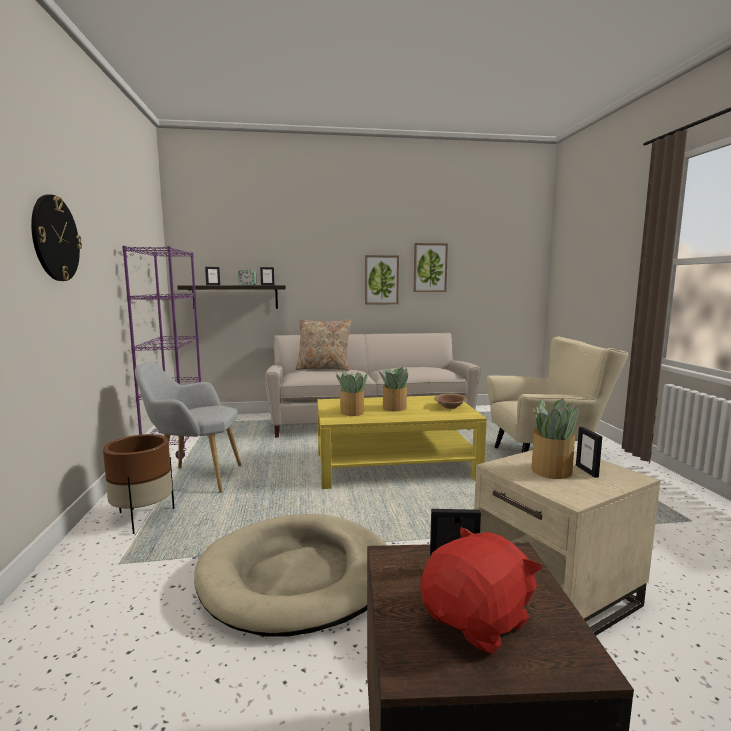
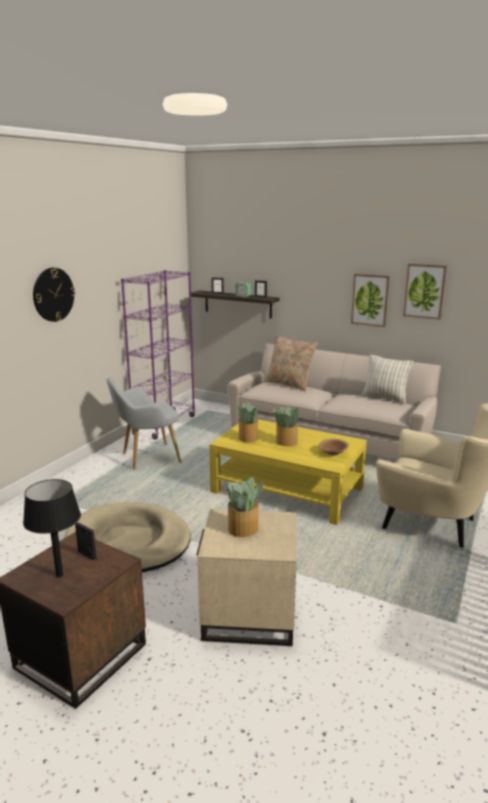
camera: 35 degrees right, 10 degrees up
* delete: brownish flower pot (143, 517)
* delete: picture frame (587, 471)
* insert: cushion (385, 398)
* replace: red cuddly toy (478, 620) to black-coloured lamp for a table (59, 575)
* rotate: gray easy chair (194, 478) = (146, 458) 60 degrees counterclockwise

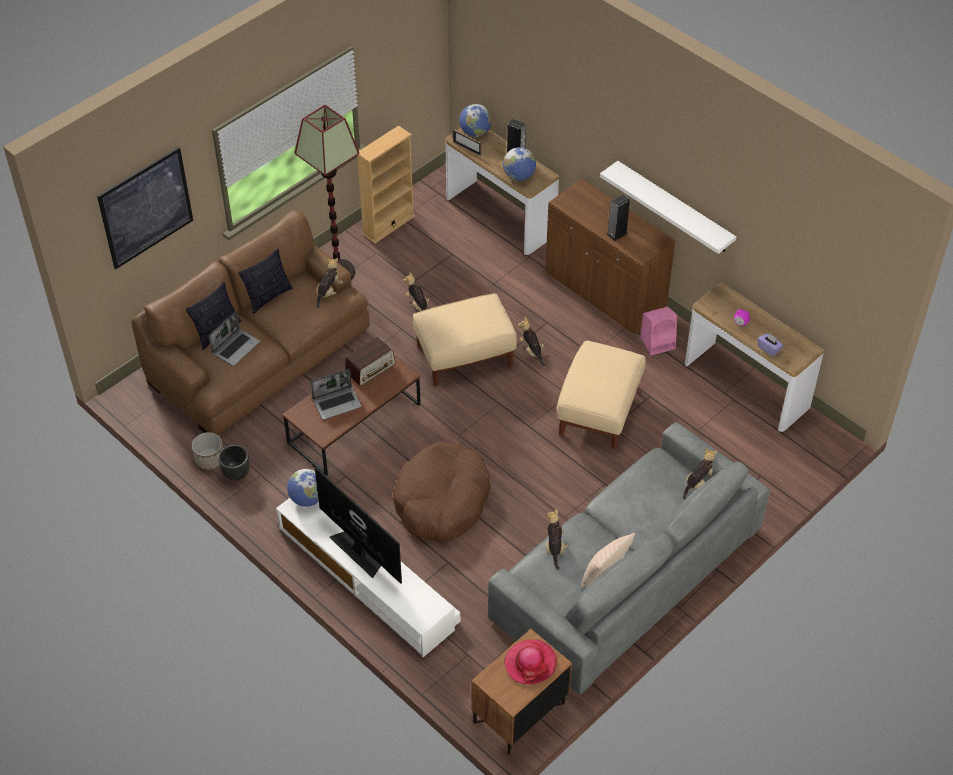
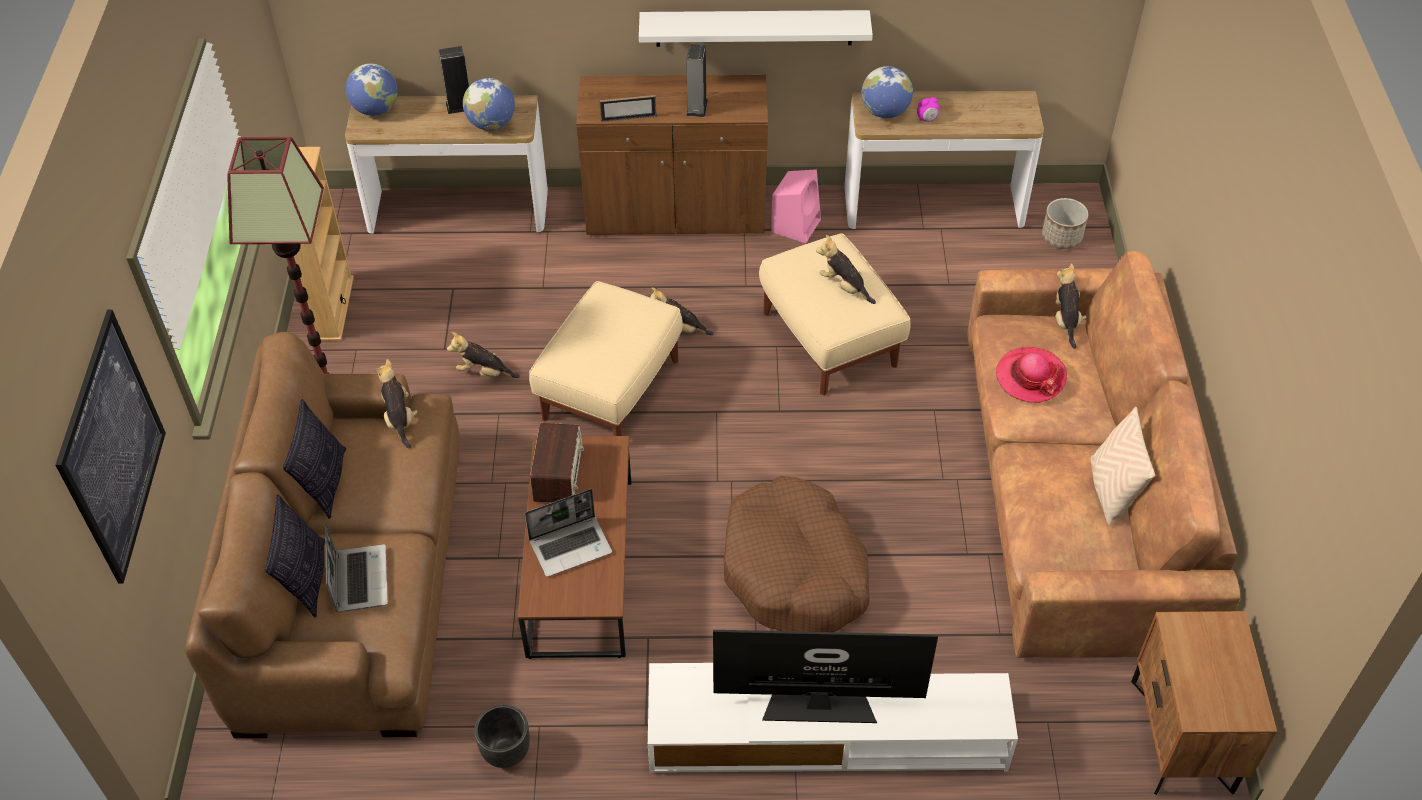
camera: 45 degrees left, 0 degrees up
* delete: purplish tissue box (769, 349)
* move: flower pot (210, 460) to (1062, 237)
* move: world globe (307, 498) to (885, 112)
* move: picture frame (467, 148) to (628, 118)
* move: clothing hat (530, 663) to (1030, 377)
* move: cuddly toy (554, 547) to (844, 287)
* recolor: gray settee (625, 573) to brownish settee (1076, 485)
* rotate: portable computer (337, 403) = (571, 546) 45 degrees clockwise

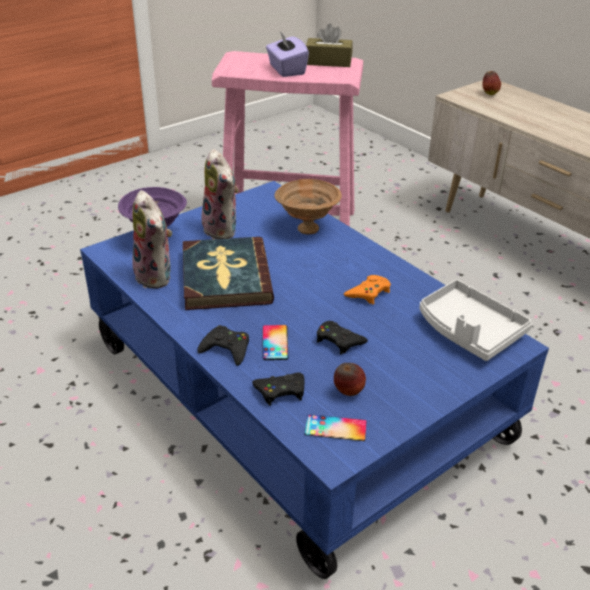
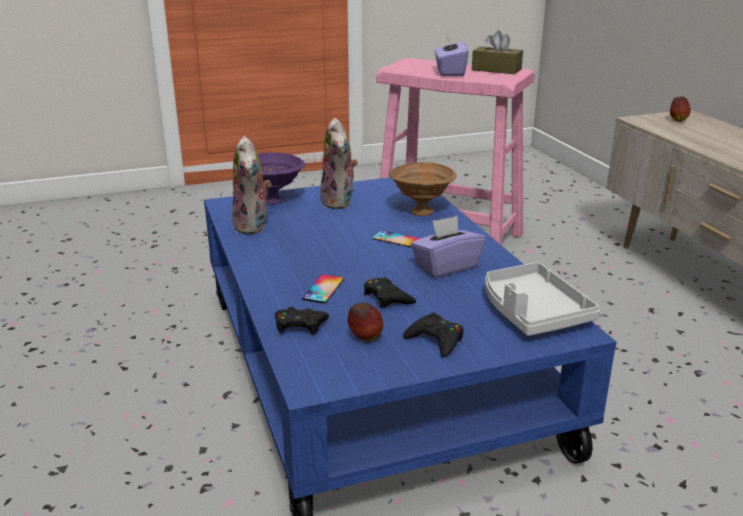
camera: 20 degrees right, 10 degrees down
* delete: book (225, 277)
* move: black-coloured game controller (226, 349) to (436, 340)
* move: phone (335, 428) to (397, 239)
* replace: orange-coloured game controller (368, 293) to purplish tissue box (446, 267)

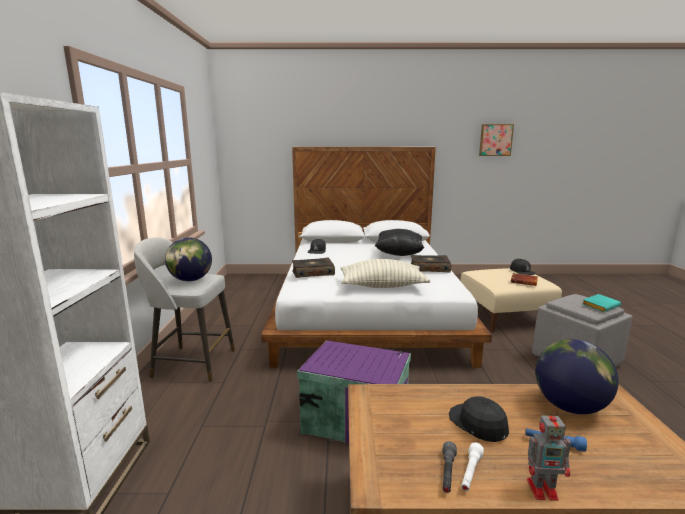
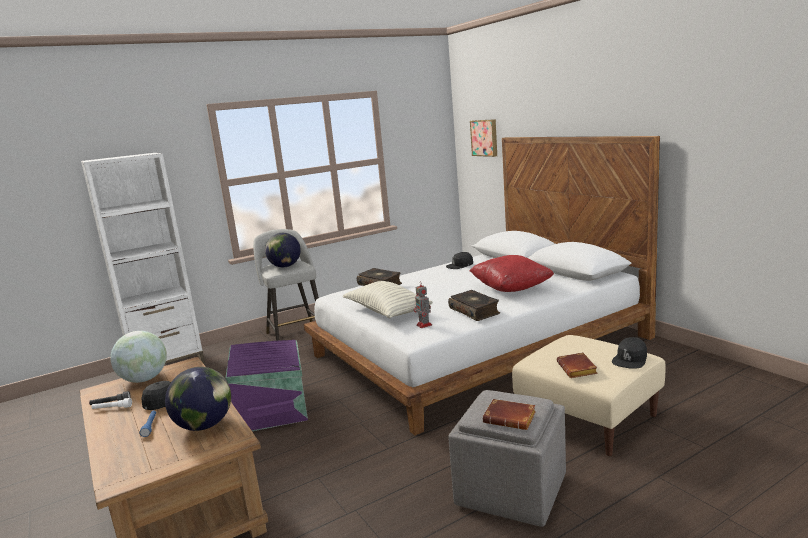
camera: 60 degrees right, 0 degrees up
* insert: world globe (144, 379)
* move: picture (495, 140) to (485, 138)
* move: model robot (543, 489) to (424, 325)
* recolor: black-coloured cushion (399, 254) to red cushion (511, 288)
* recolor: blue-green book (600, 305) to brownish book (511, 418)

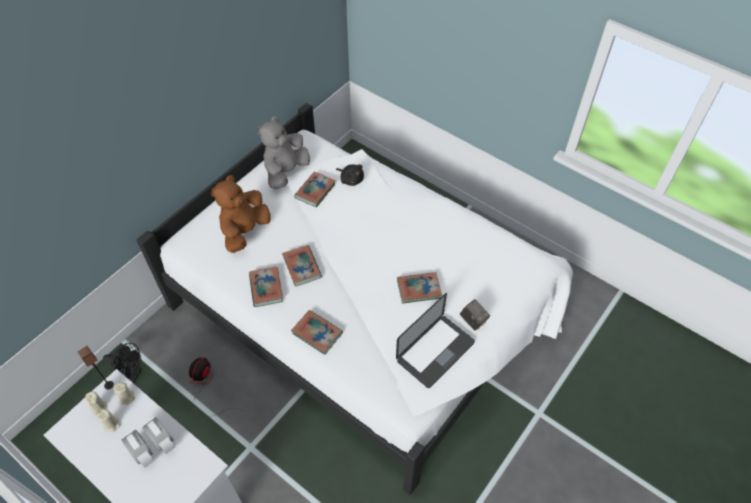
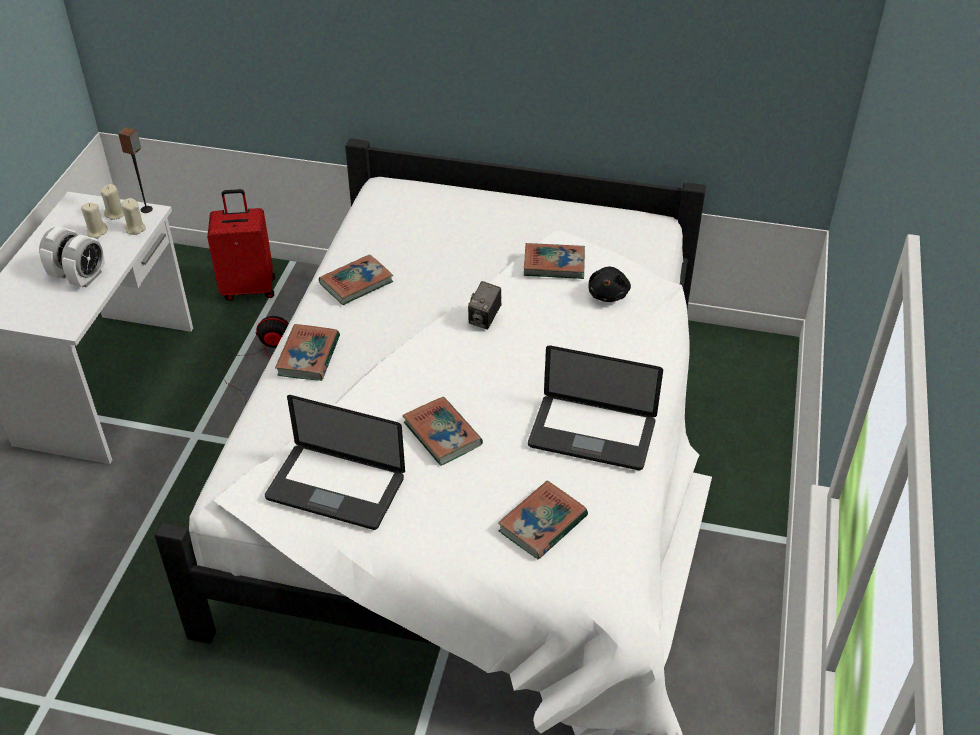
camera: 65 degrees right, 10 degrees down
* delete: brownish cuddly toy (245, 231)
* delete: gray cuddly toy (286, 172)
* insert: portable computer (592, 434)
* move: book (302, 267) to (542, 524)
* move: photo camera (473, 321) to (485, 319)
* replace: black-coloured cooling fan (131, 375) to red piece of luggage (249, 288)

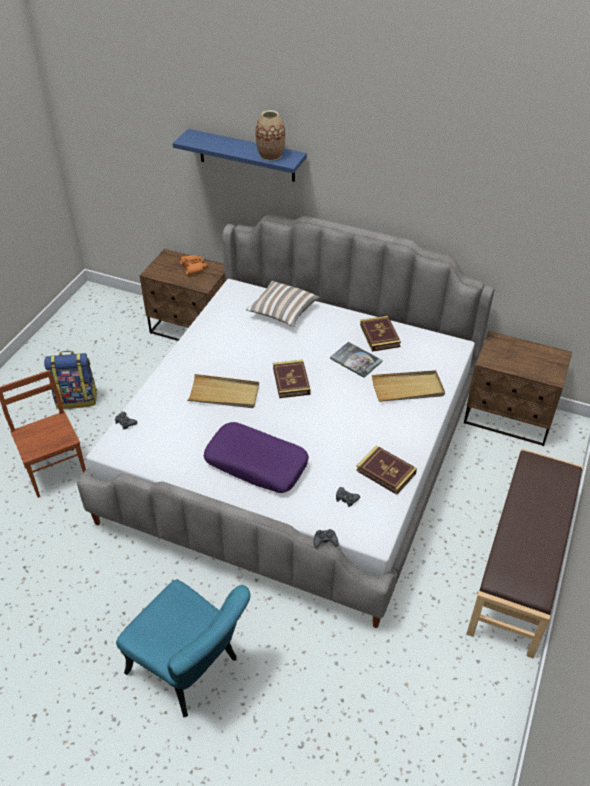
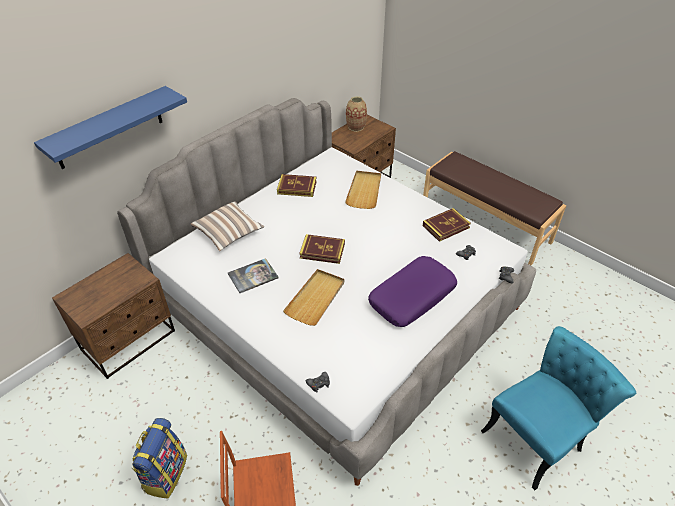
camera: 70 degrees left, 0 degrees up
* delete: orange-coloured binoculars (193, 267)
* move: decorative vase (270, 155) to (356, 127)
* move: book (356, 360) to (253, 276)

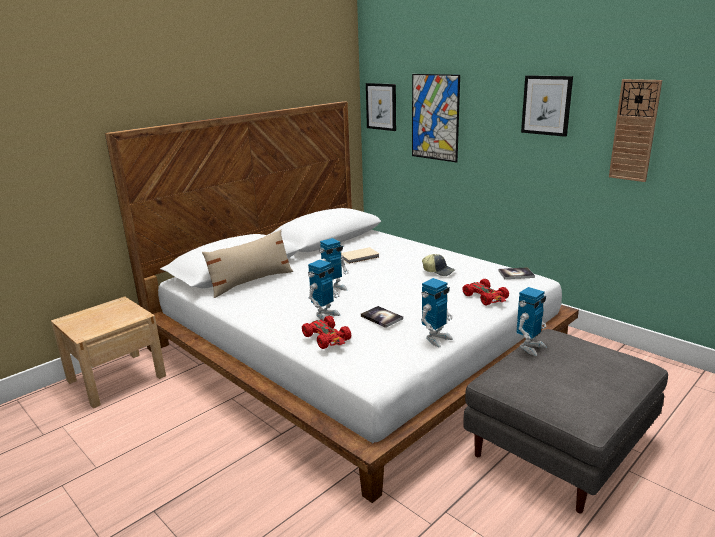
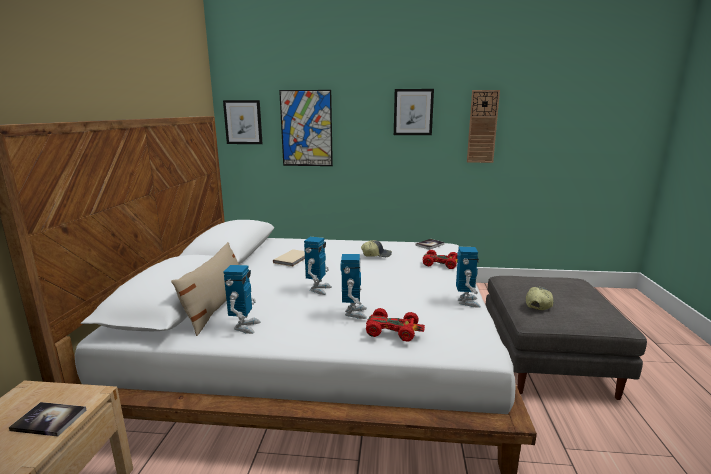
camera: 40 degrees left, 5 degrees down
* insert: cap (538, 304)
* move: book (381, 317) to (49, 420)
* move: model robot (530, 347) to (244, 327)

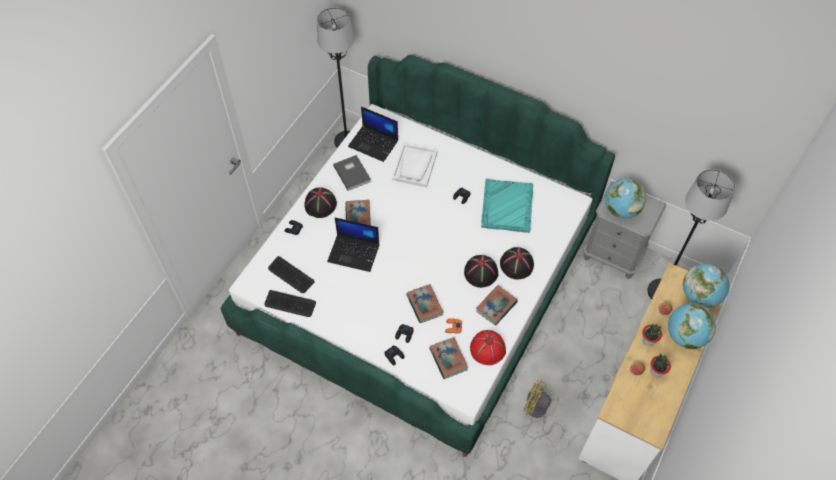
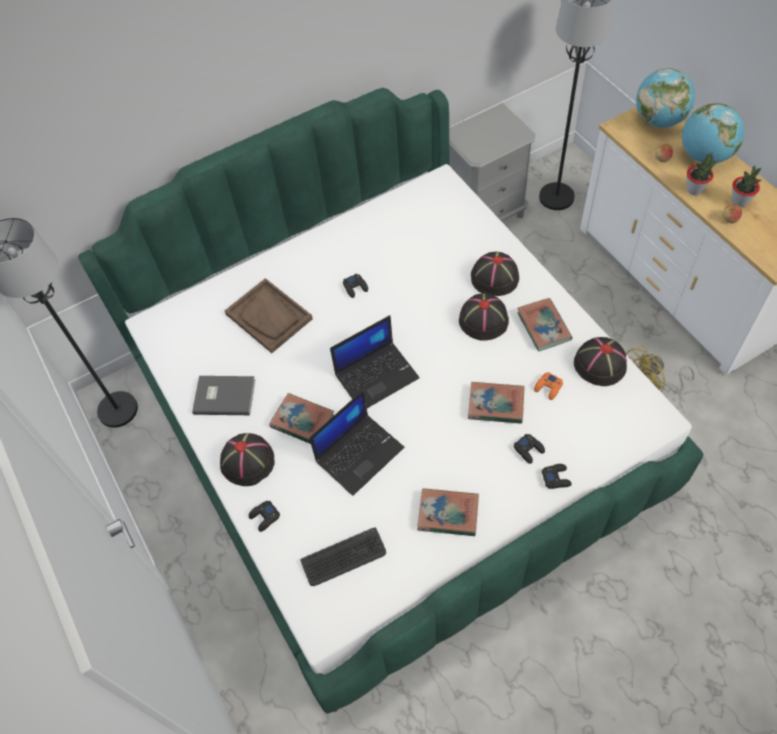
camera: 55 degrees left, 0 degrees up
* delete: keyboard (290, 304)
* delete: blue-green tray (507, 207)
* delete: world globe (620, 210)
* move: portable computer (374, 143) to (377, 375)
* move: book (448, 359) to (448, 514)
* recolor: white tray (415, 166) to brownish tray (269, 316)
* recolor: red clothing hat (487, 348) to black-coloured clothing hat (599, 364)

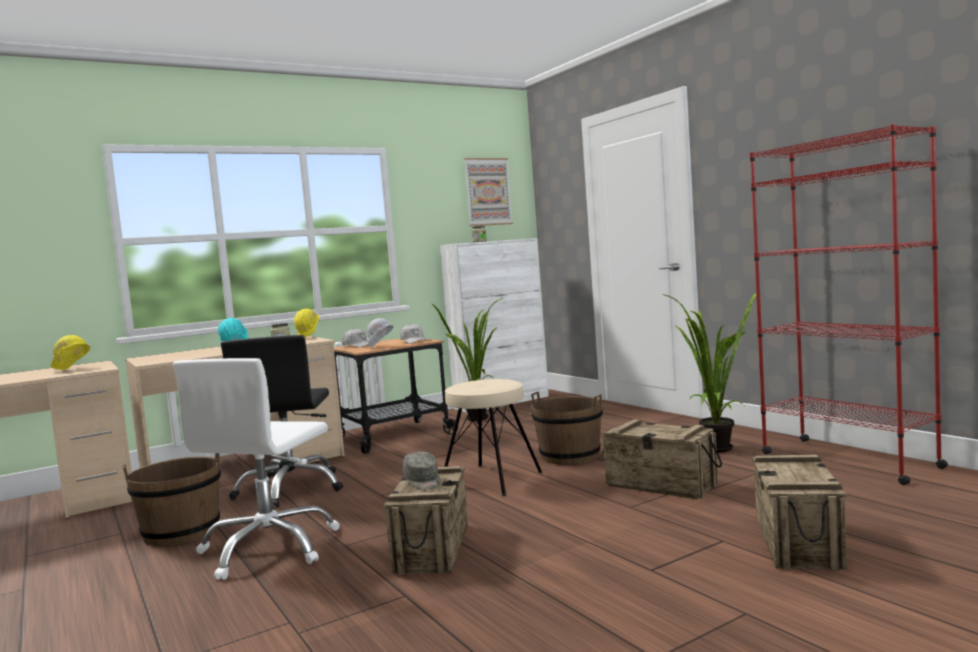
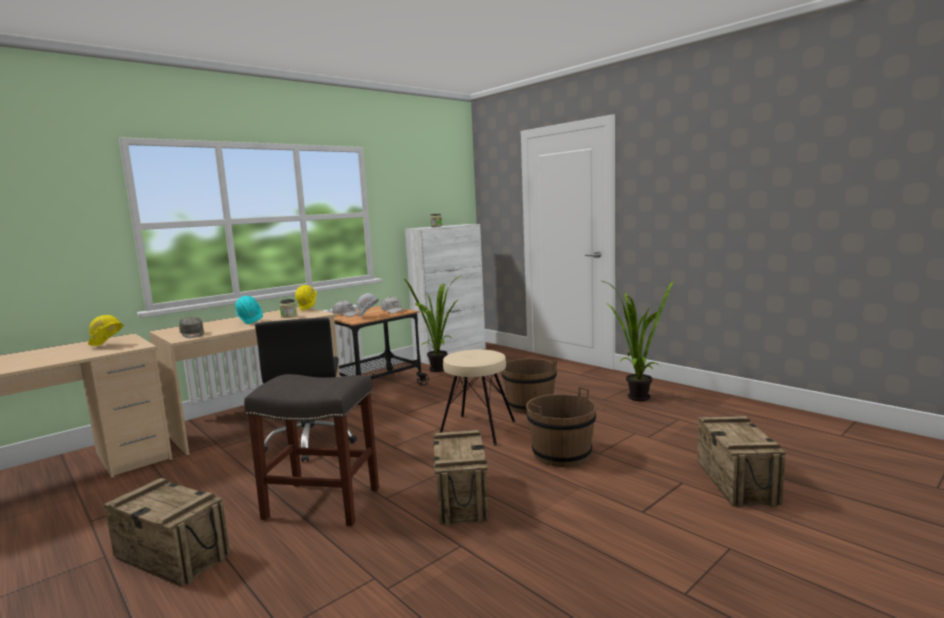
camera: 10 degrees left, 5 degrees up
* delete: picture (487, 192)
* delete: red shelving unit (847, 460)
* move: brownish water bucket (181, 532) to (562, 454)
* move: gray cap (423, 482) to (192, 334)
* move: shipping crate (661, 485) to (172, 556)
* replace: white computer chair (269, 548) to gray stool seat (320, 503)

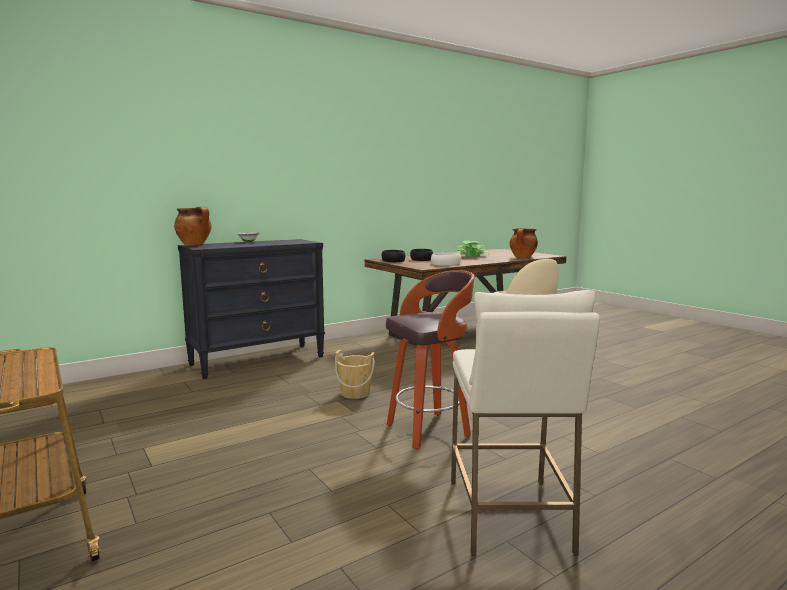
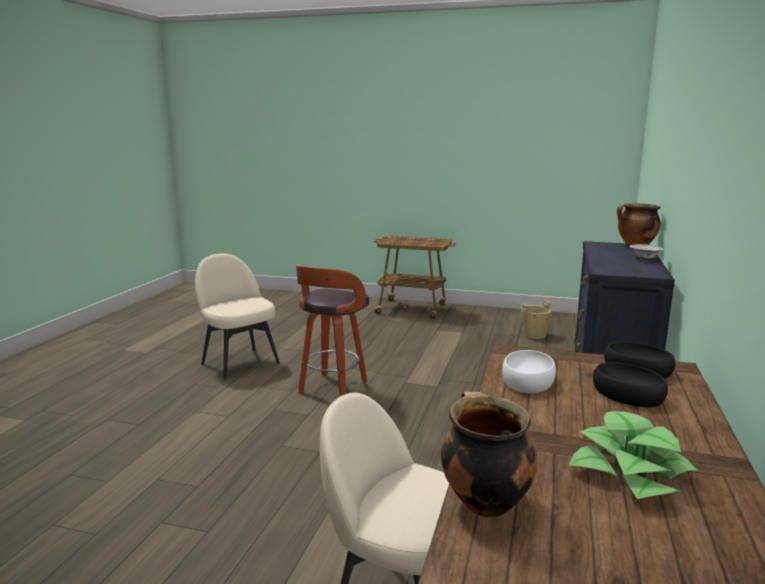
camera: 140 degrees right, 5 degrees up
* move: beige-coloured water bucket (355, 393) to (534, 335)
* replace: white stool seat (509, 515) to beige-coloured chair (239, 363)

